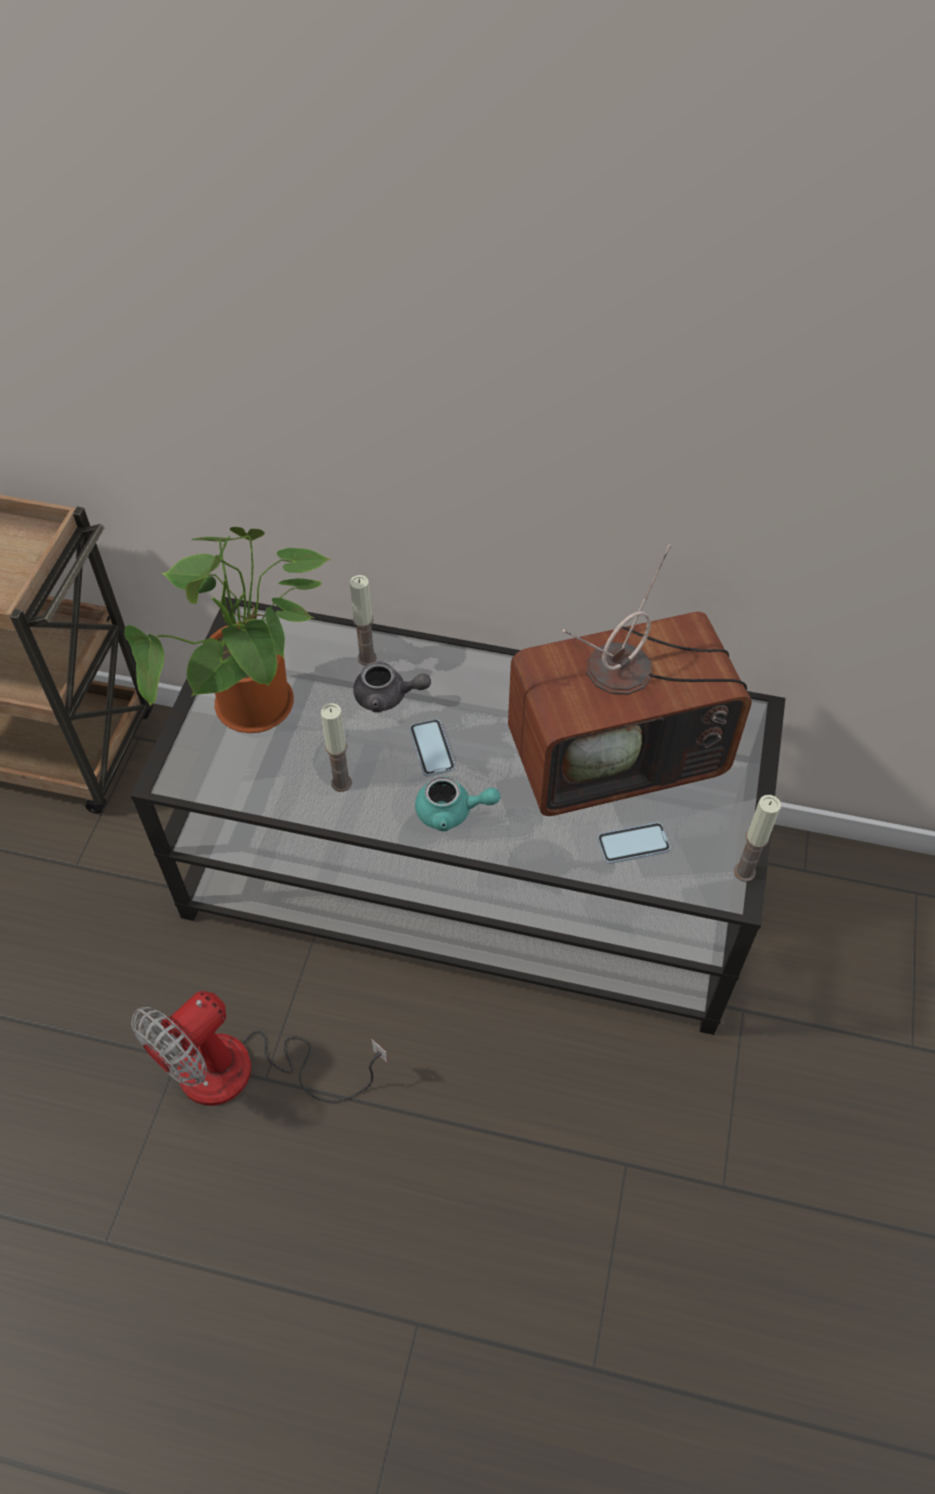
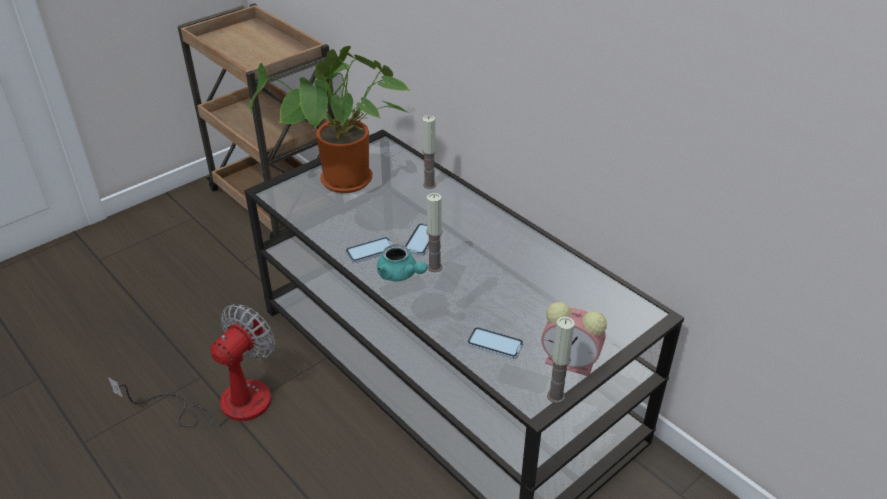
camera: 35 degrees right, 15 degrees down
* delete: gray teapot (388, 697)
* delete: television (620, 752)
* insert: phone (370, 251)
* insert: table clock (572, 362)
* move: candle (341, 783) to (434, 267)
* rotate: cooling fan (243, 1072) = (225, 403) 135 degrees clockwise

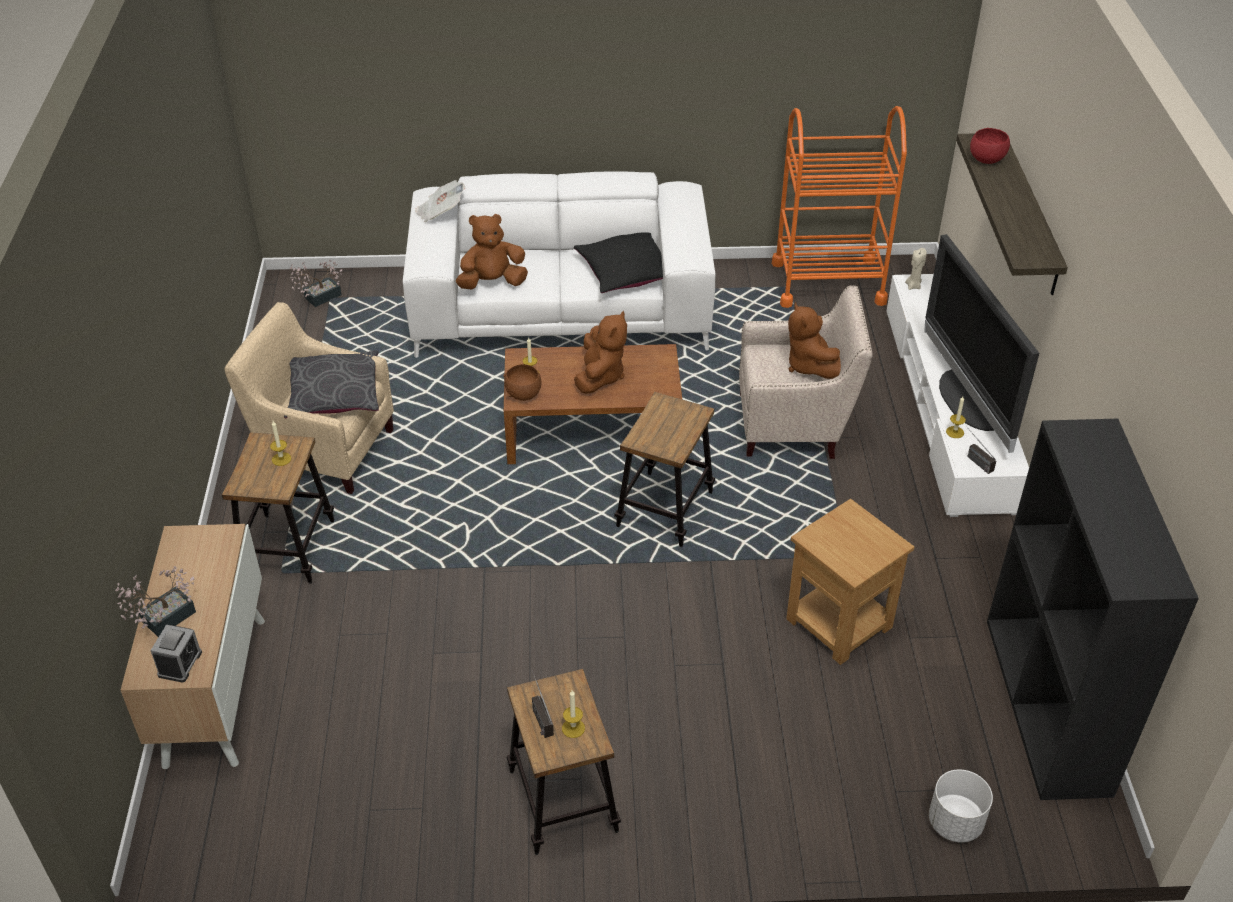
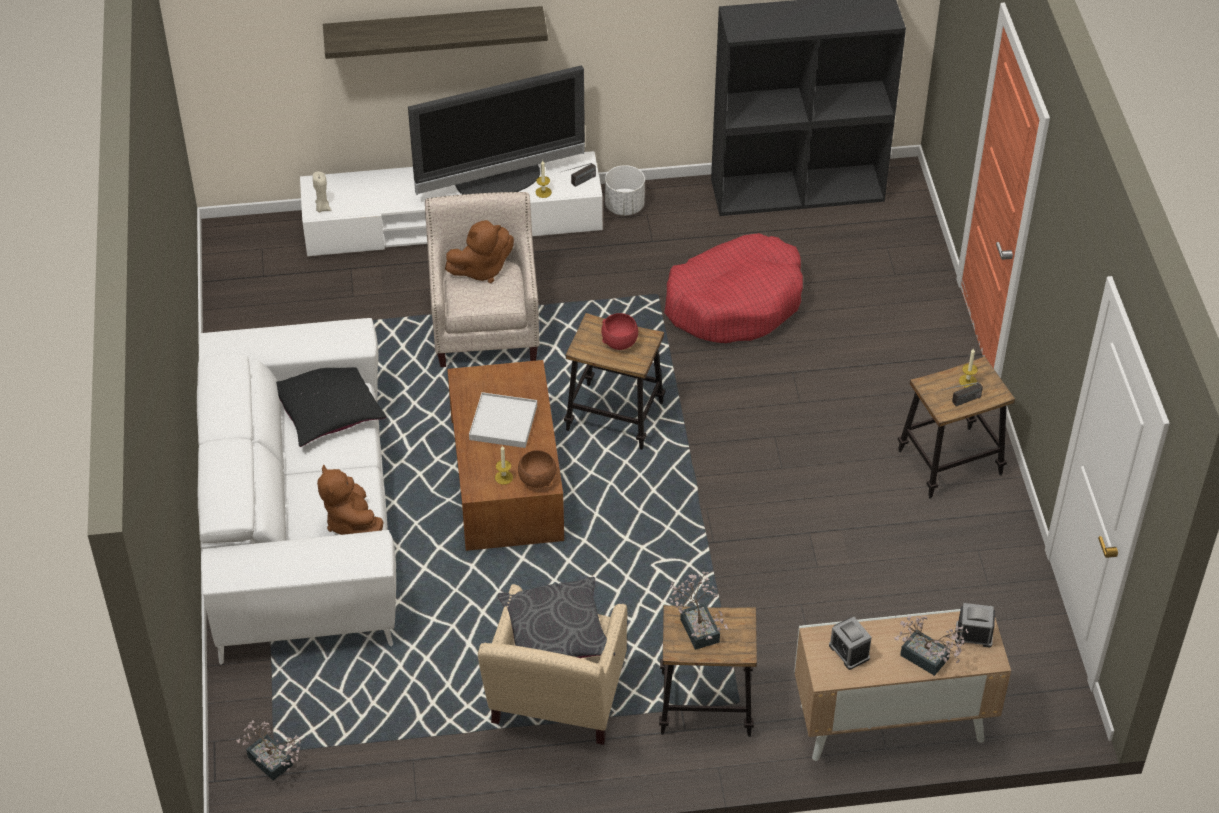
camera: 95 degrees left, 5 degrees up
* delete: printed paper (440, 212)
* delete: orange-coloured trolley (828, 282)
* insert: table clock (849, 652)
* move: white flower pot (955, 822) to (624, 206)
* move: red deep dish (986, 159) to (620, 343)
* replace: candle (281, 459) to potted plant (698, 626)
* replace: brownish cuddly toy (600, 376) to white tray (503, 422)
* replace: brownish accent table (838, 622) to red pet bed (735, 302)

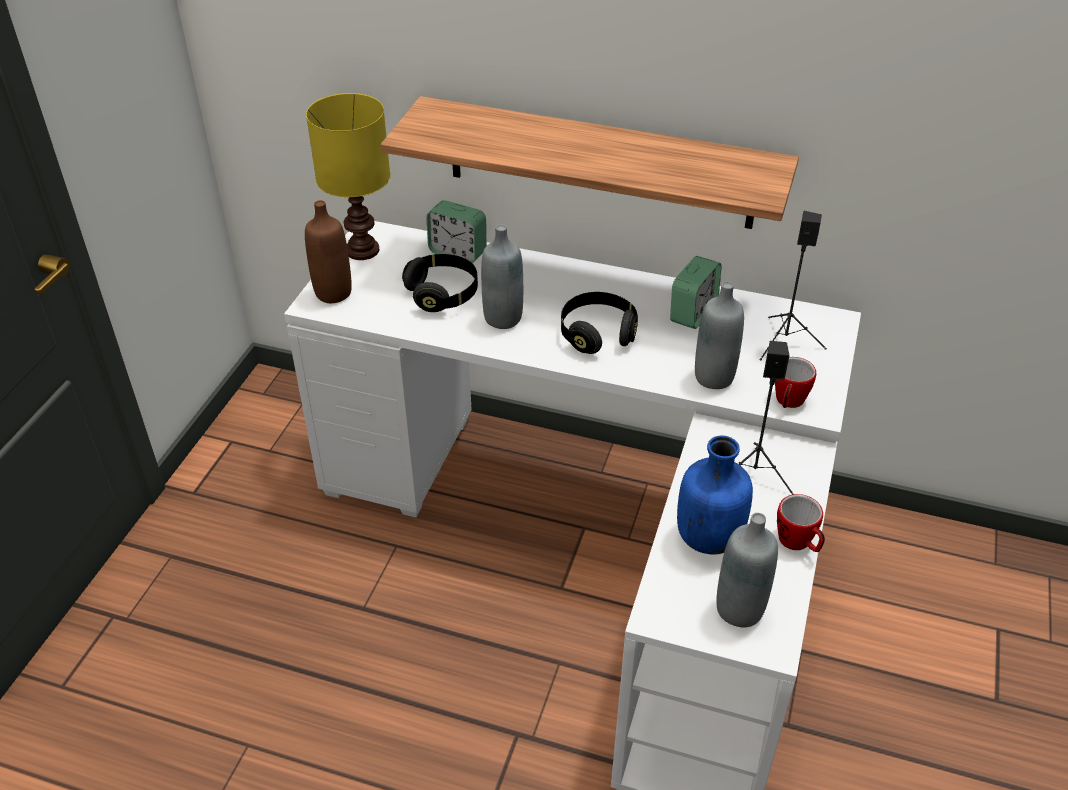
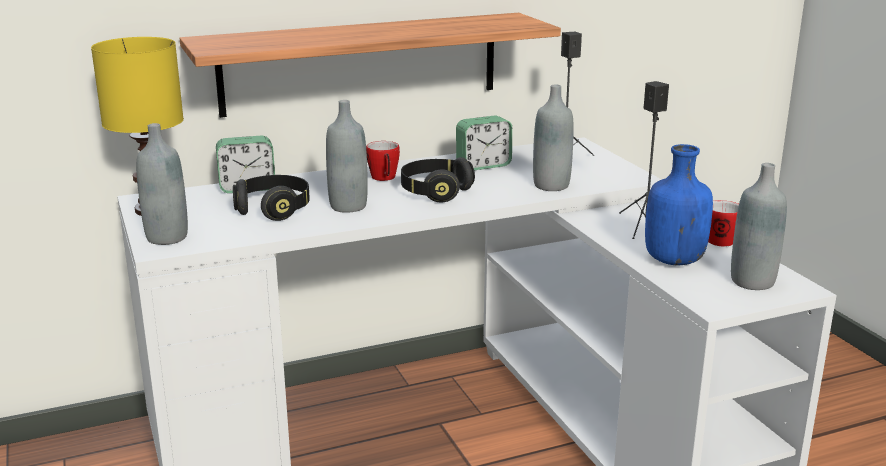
camera: 40 degrees left, 20 degrees down
* move: tea mug (788, 402) to (384, 179)
* recolor: brownish bottle (333, 293) to gray bottle (167, 237)
* rotate: table clock (693, 313) = (483, 165) 75 degrees clockwise

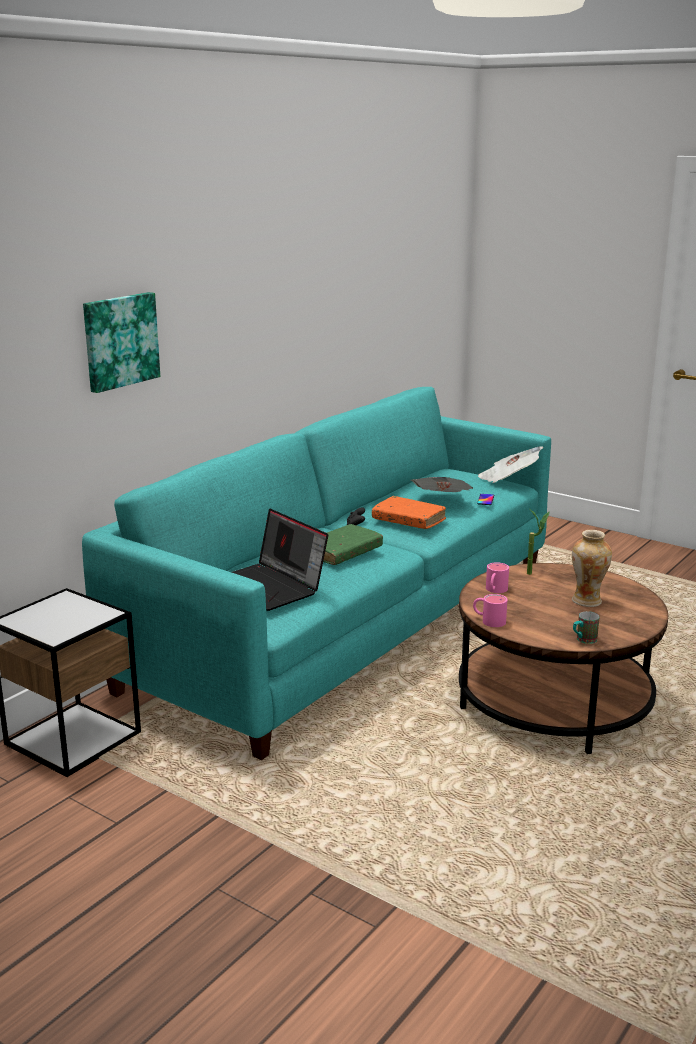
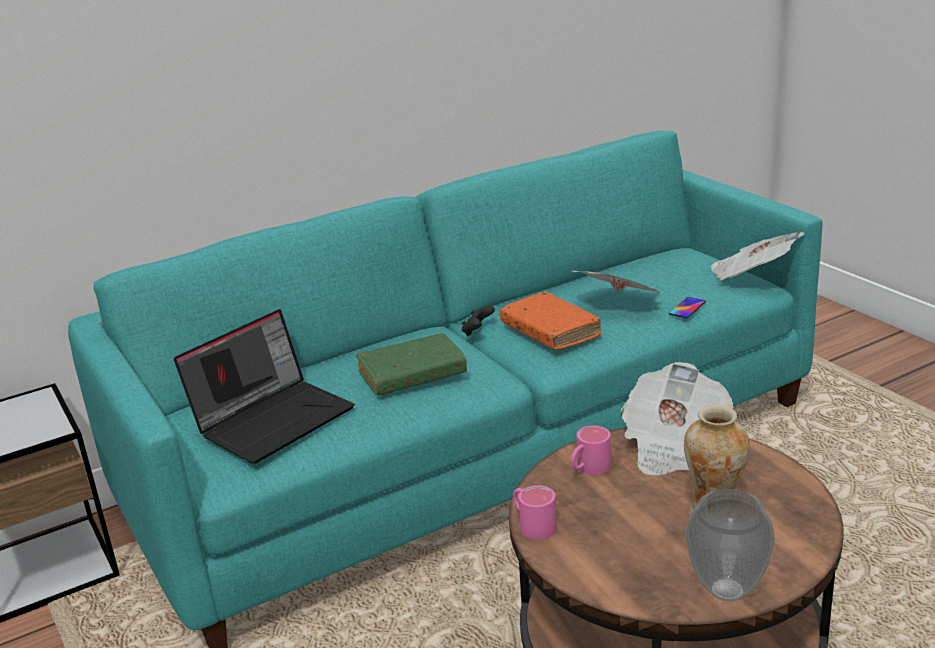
camera: 25 degrees right, 5 degrees up
* delete: picture (120, 341)
* delete: tea mug (583, 640)
* insert: decorative vase (728, 589)
* replace: potted plant (534, 573) to printed paper (673, 446)
* rotate: portable computer (272, 586) = (274, 418) 120 degrees counterclockwise

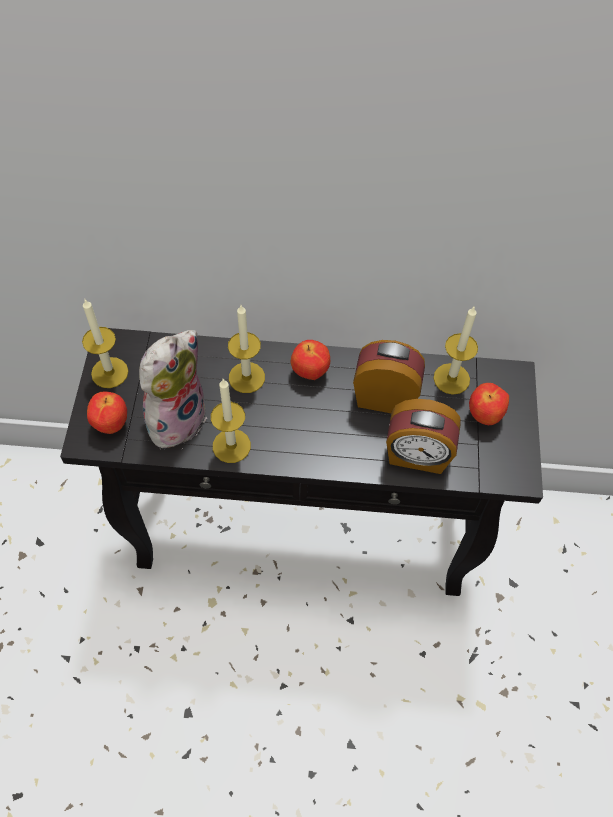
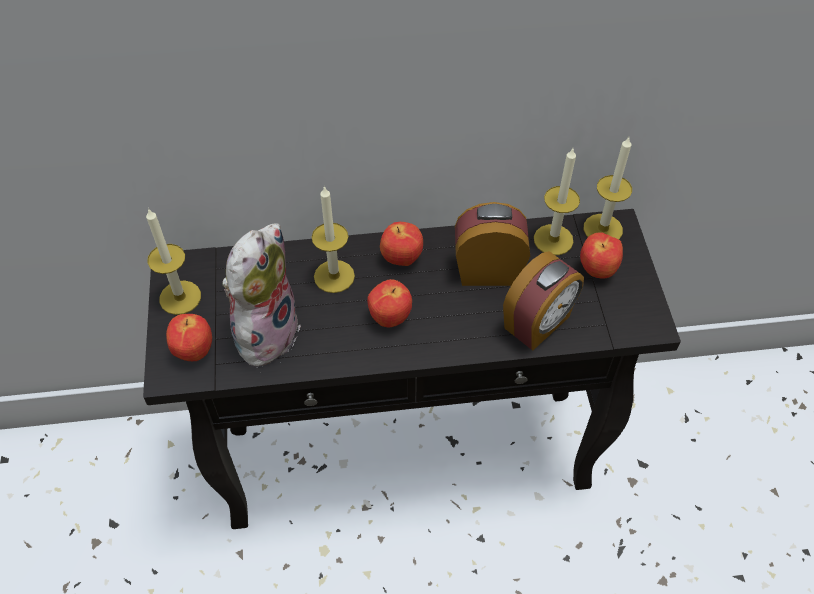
camera: 10 degrees left, 5 degrees down
* insert: whole apple (390, 317)
* move: candle (231, 446) to (603, 229)
* rotate: table clock (417, 455) = (538, 323) 45 degrees counterclockwise

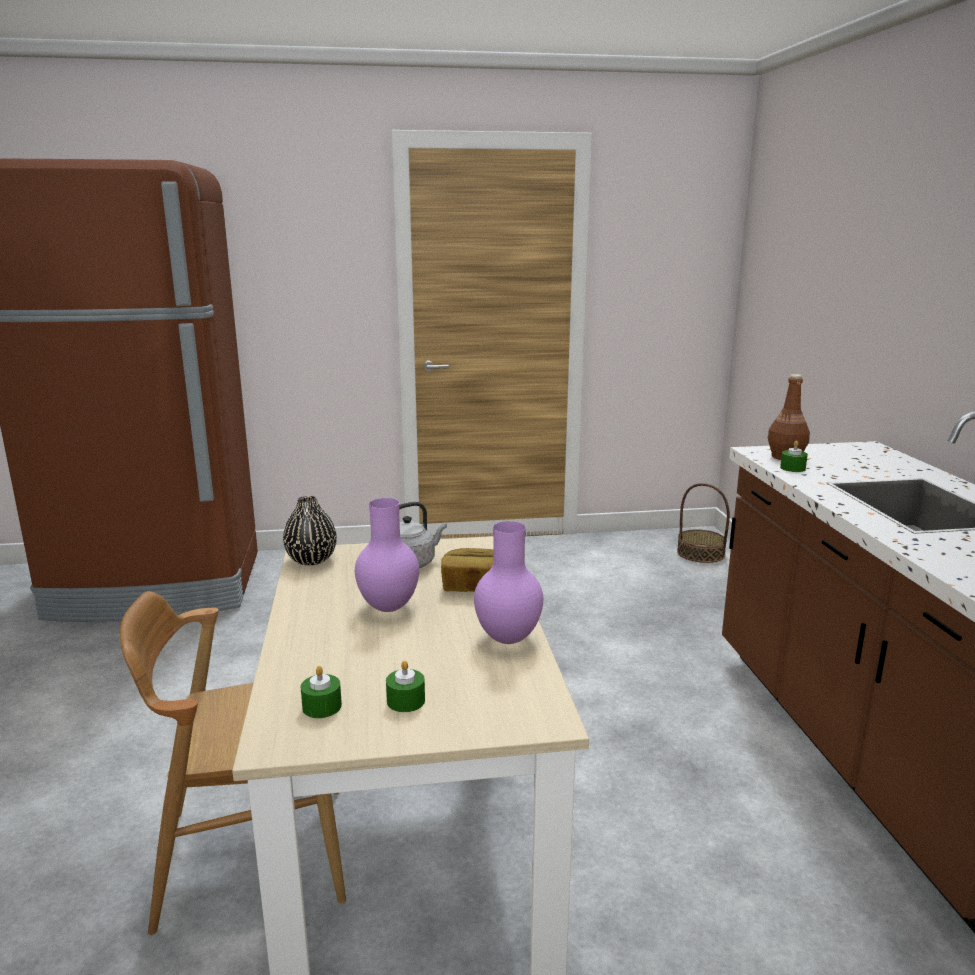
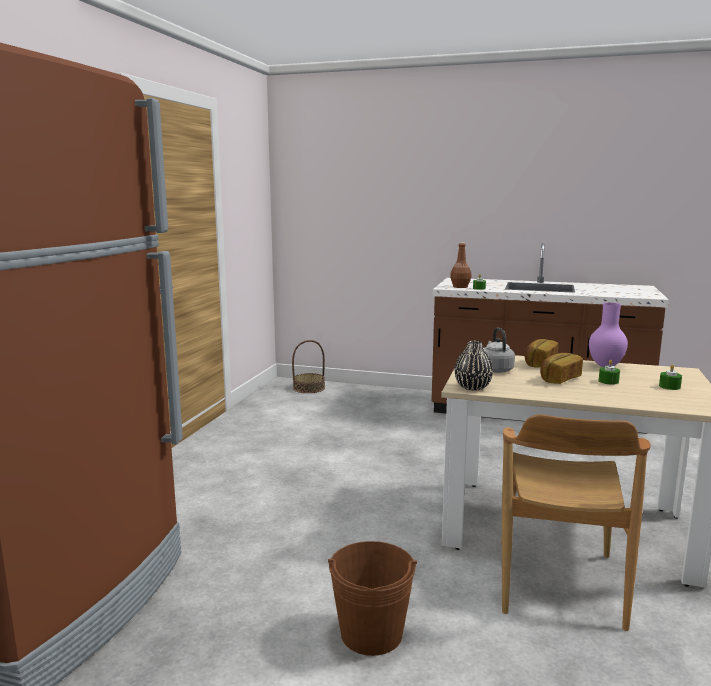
camera: 65 degrees left, 5 degrees down
* insert: brownish water bucket (371, 633)
* move: green candle (322, 706) to (608, 381)
* replace: purplish decorative vase (390, 607) to bakery bread (559, 379)

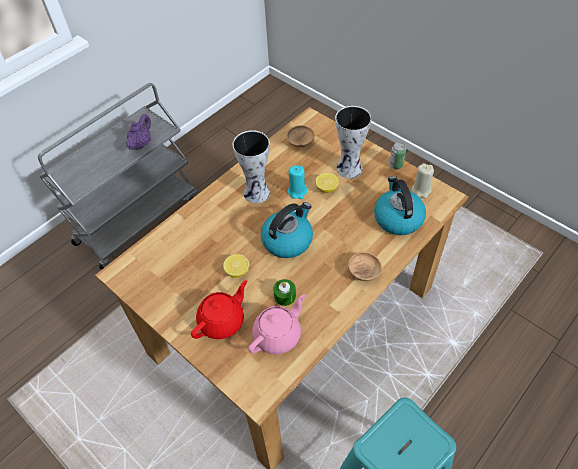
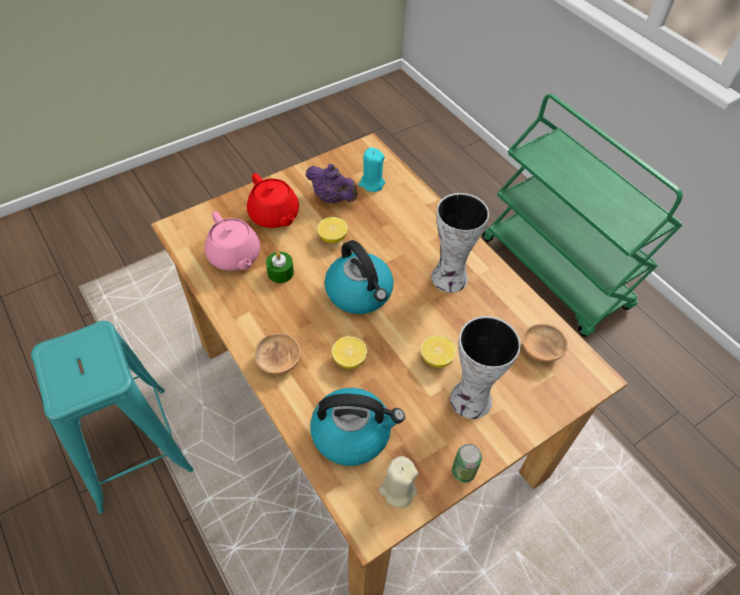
camera: 100 degrees right, 0 degrees up
* insert: citrus fruit (349, 359)
* move: purplish teapot (141, 143) to (332, 198)
* move: blue-green candle (297, 191) to (371, 184)
* recolor: gray trolley (138, 219) to green trolley (555, 273)

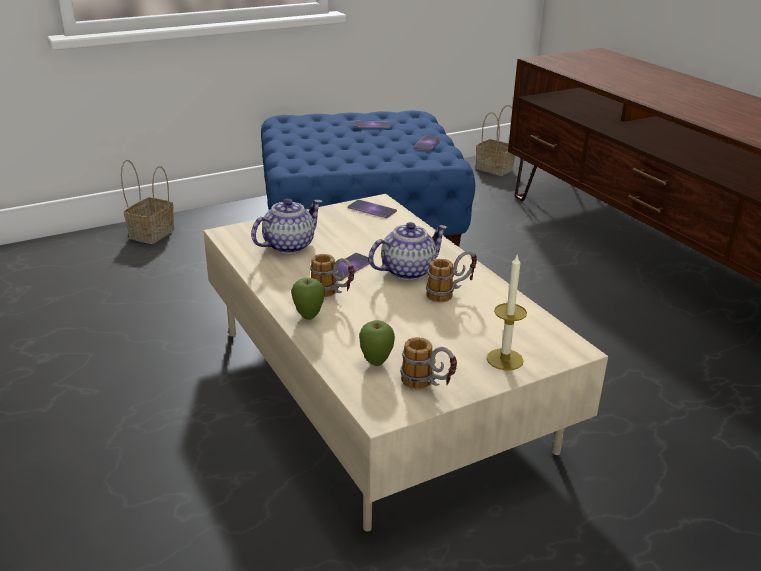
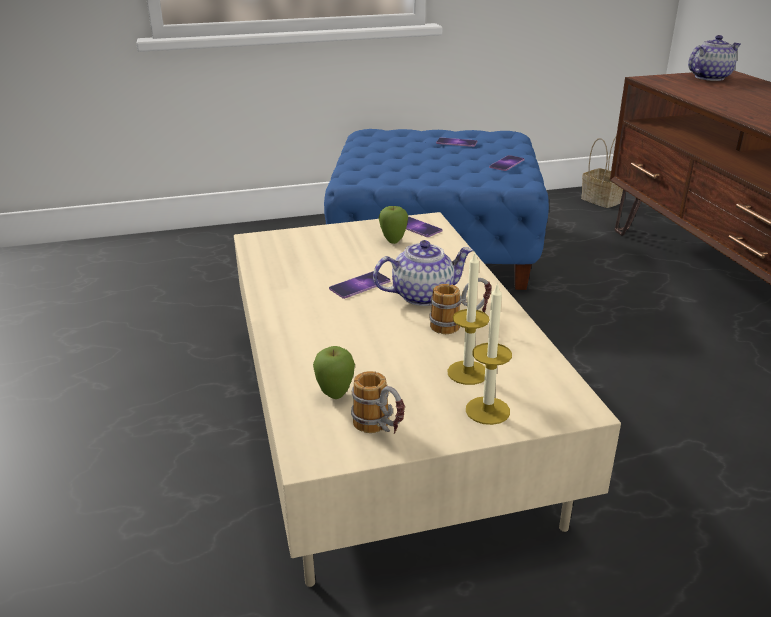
camera: 15 degrees right, 0 degrees up
* delete: storage basket (152, 233)
* delete: tea mug (333, 295)
* insert: candle (467, 372)
* move: teapot (289, 245) to (709, 77)
* move: whole apple (308, 316) to (393, 241)

